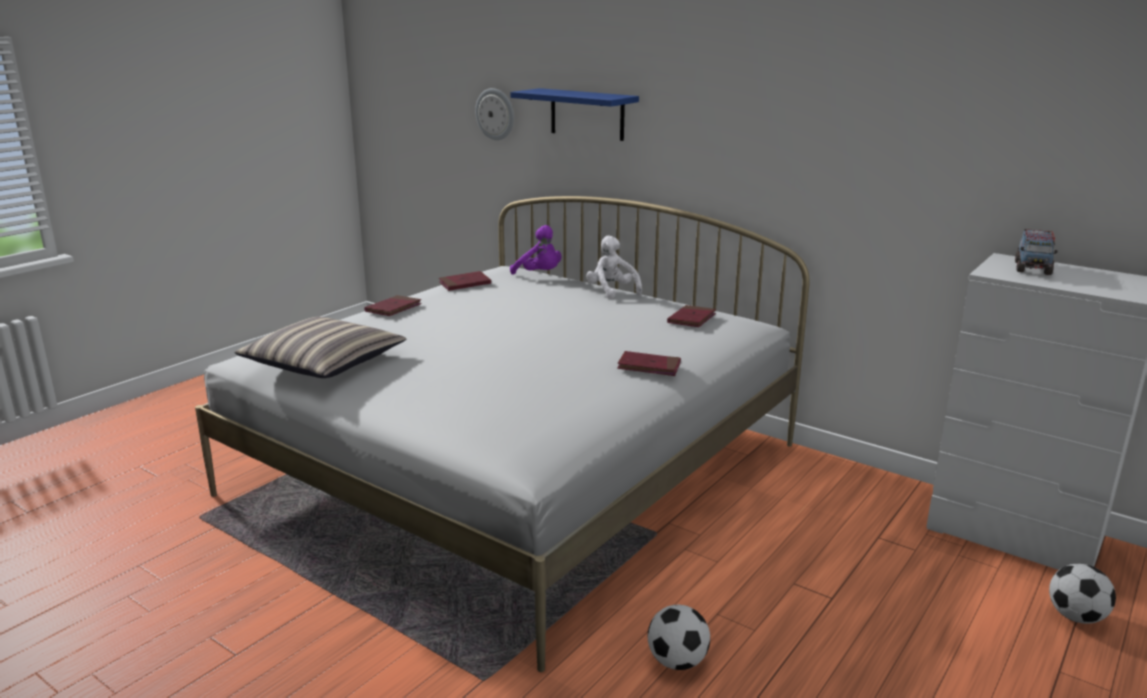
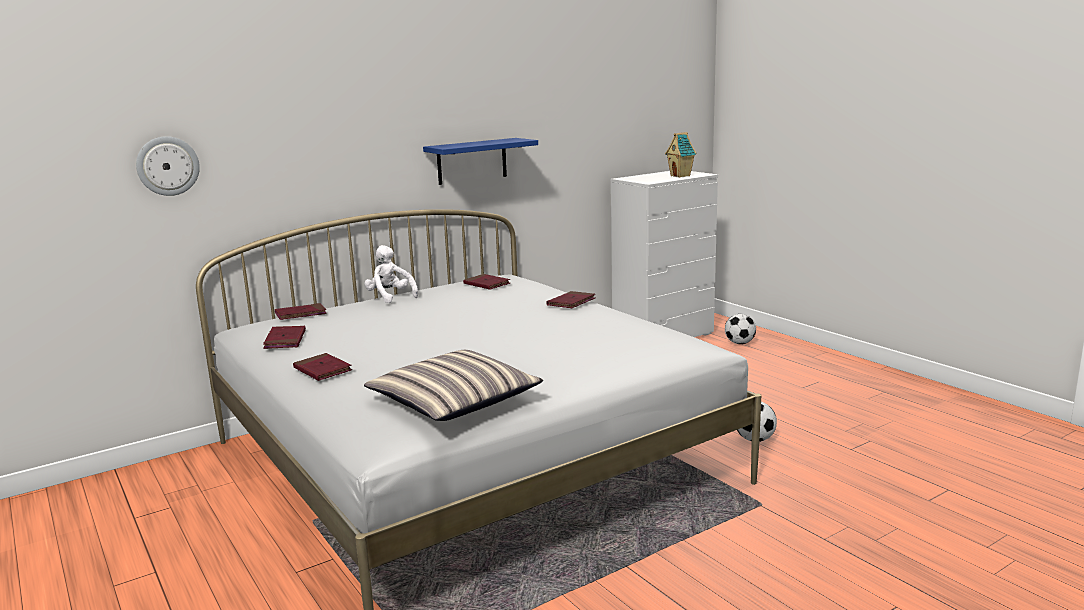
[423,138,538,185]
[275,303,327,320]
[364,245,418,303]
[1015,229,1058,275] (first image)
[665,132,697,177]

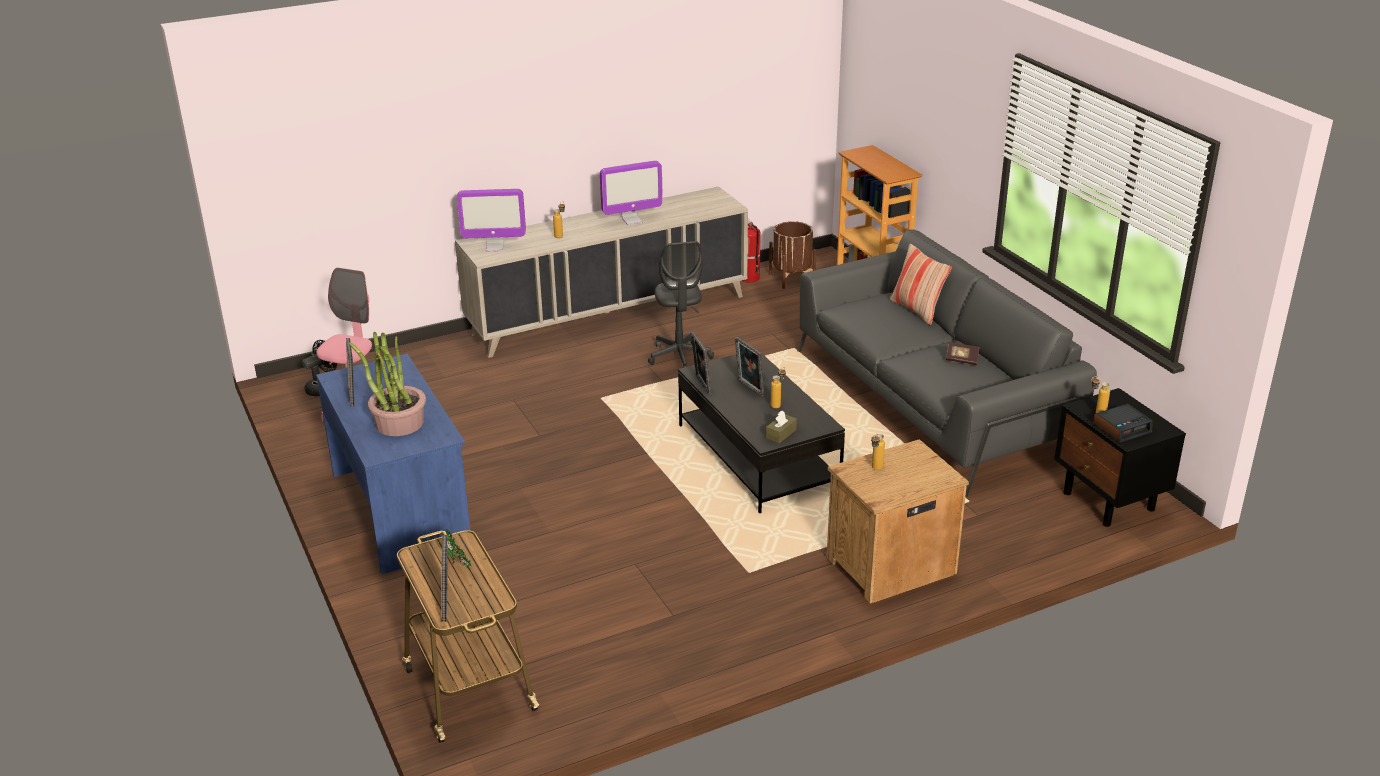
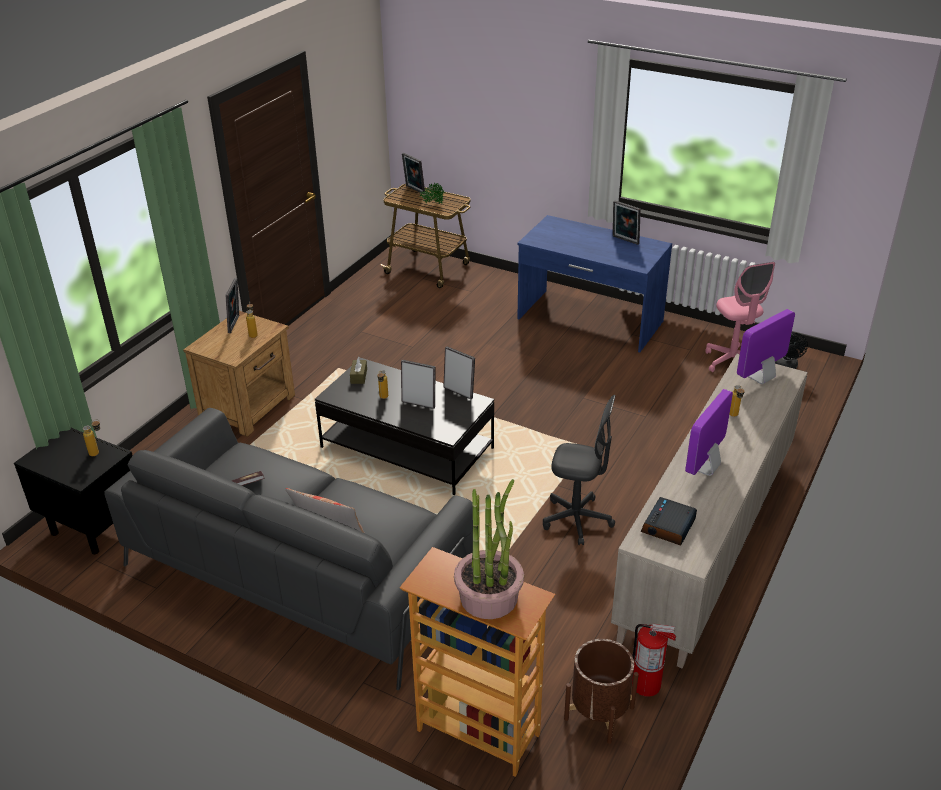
[454,479,524,619]
[543,395,616,545]
[641,497,697,546]
[226,278,239,333]

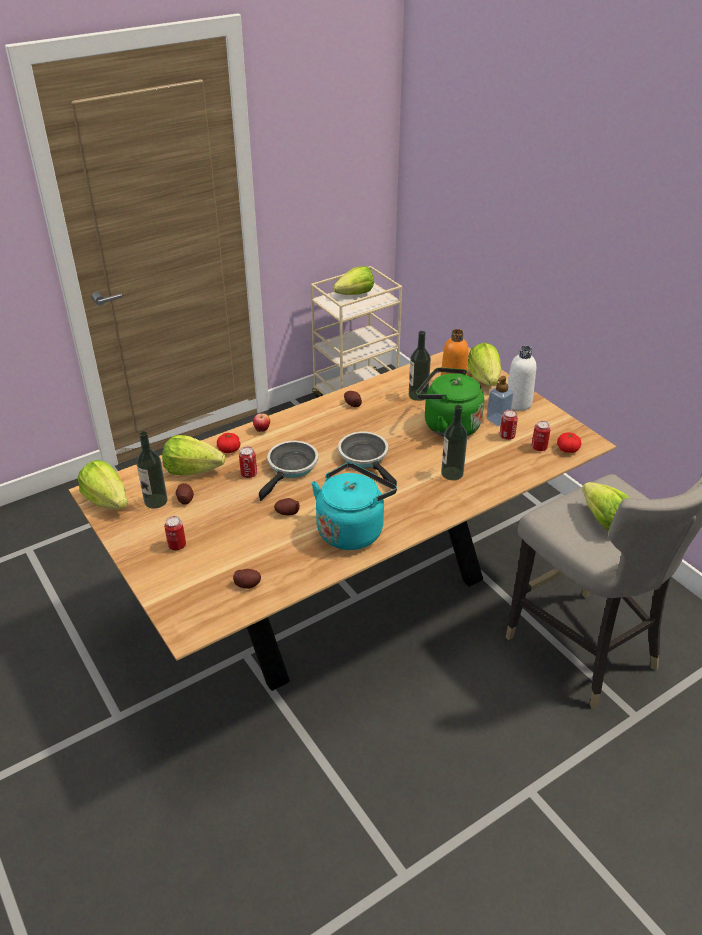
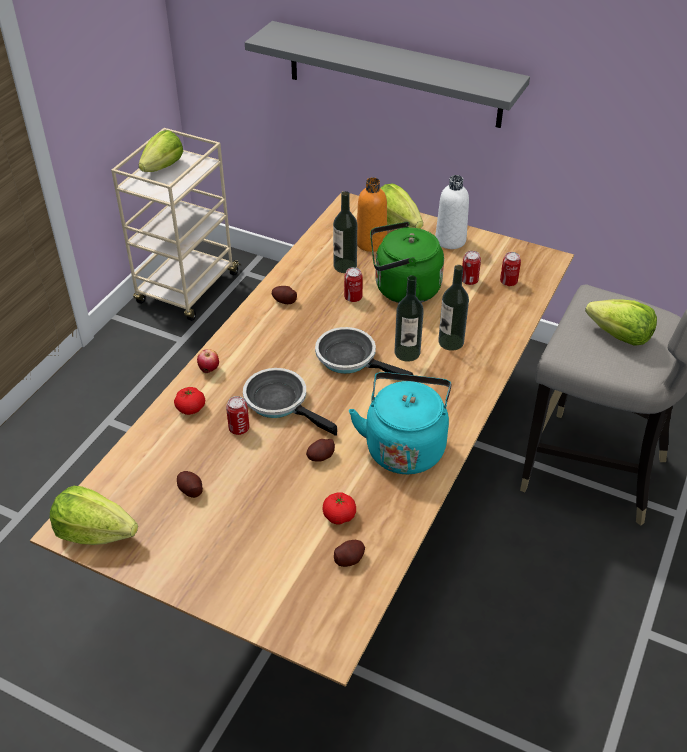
[395,275,424,362]
[162,435,225,476] (first image)
[344,267,363,302]
[243,368,337,436]
[486,376,514,426] (first image)
[323,492,356,524]
[245,21,530,128]

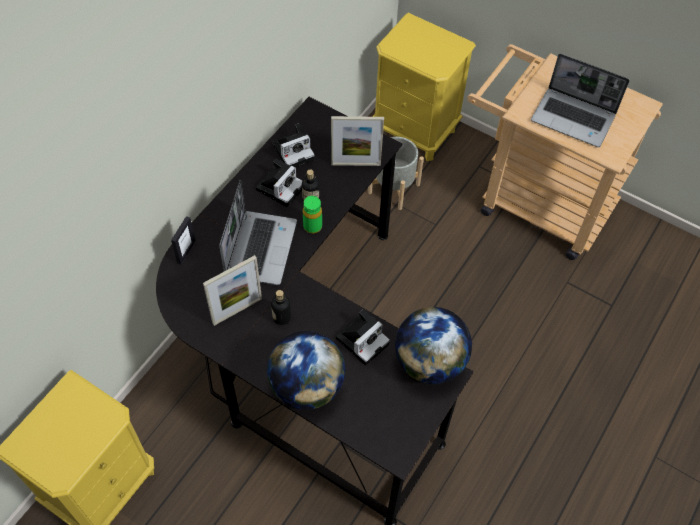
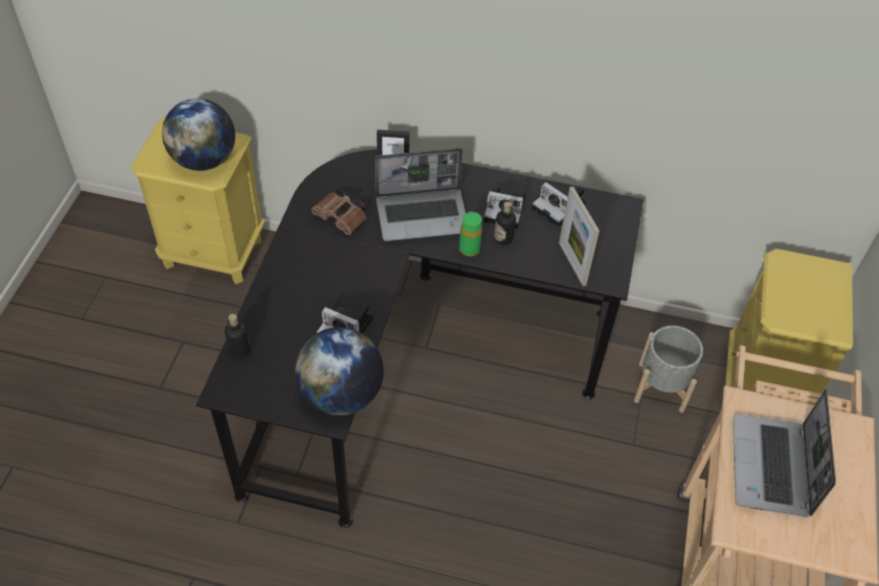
[311,191,366,235]
[162,98,235,171]
[225,314,250,358]

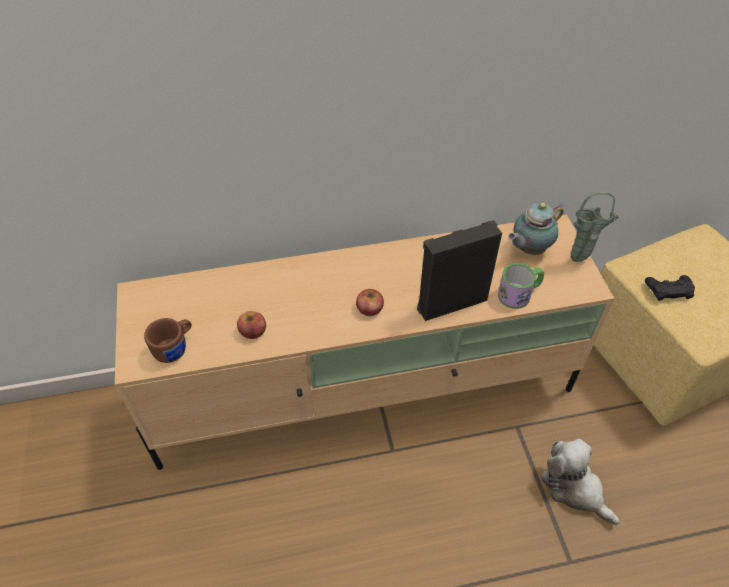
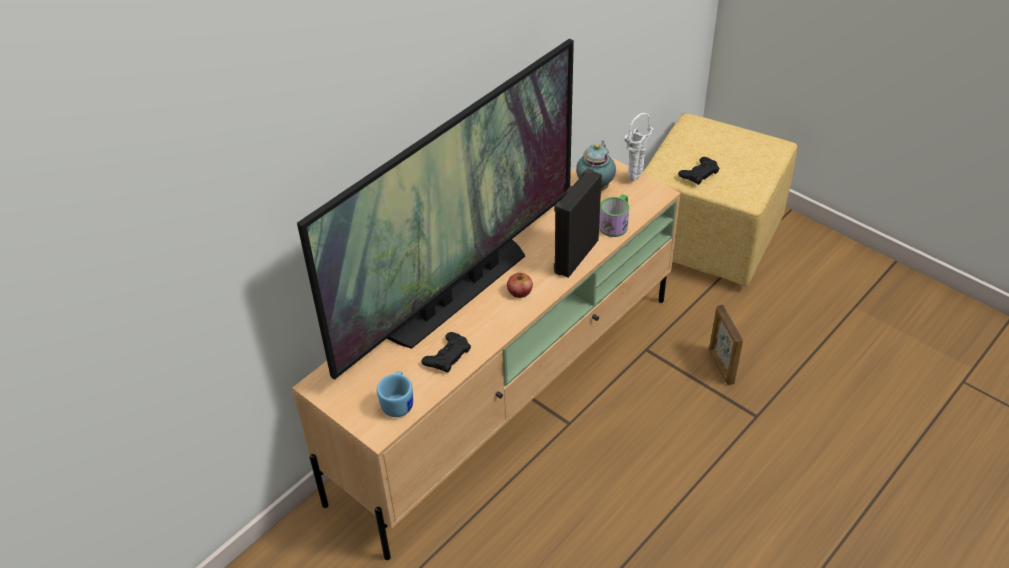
[377,371,413,417]
[421,332,471,373]
[709,305,743,385]
[624,113,654,182]
[297,39,574,380]

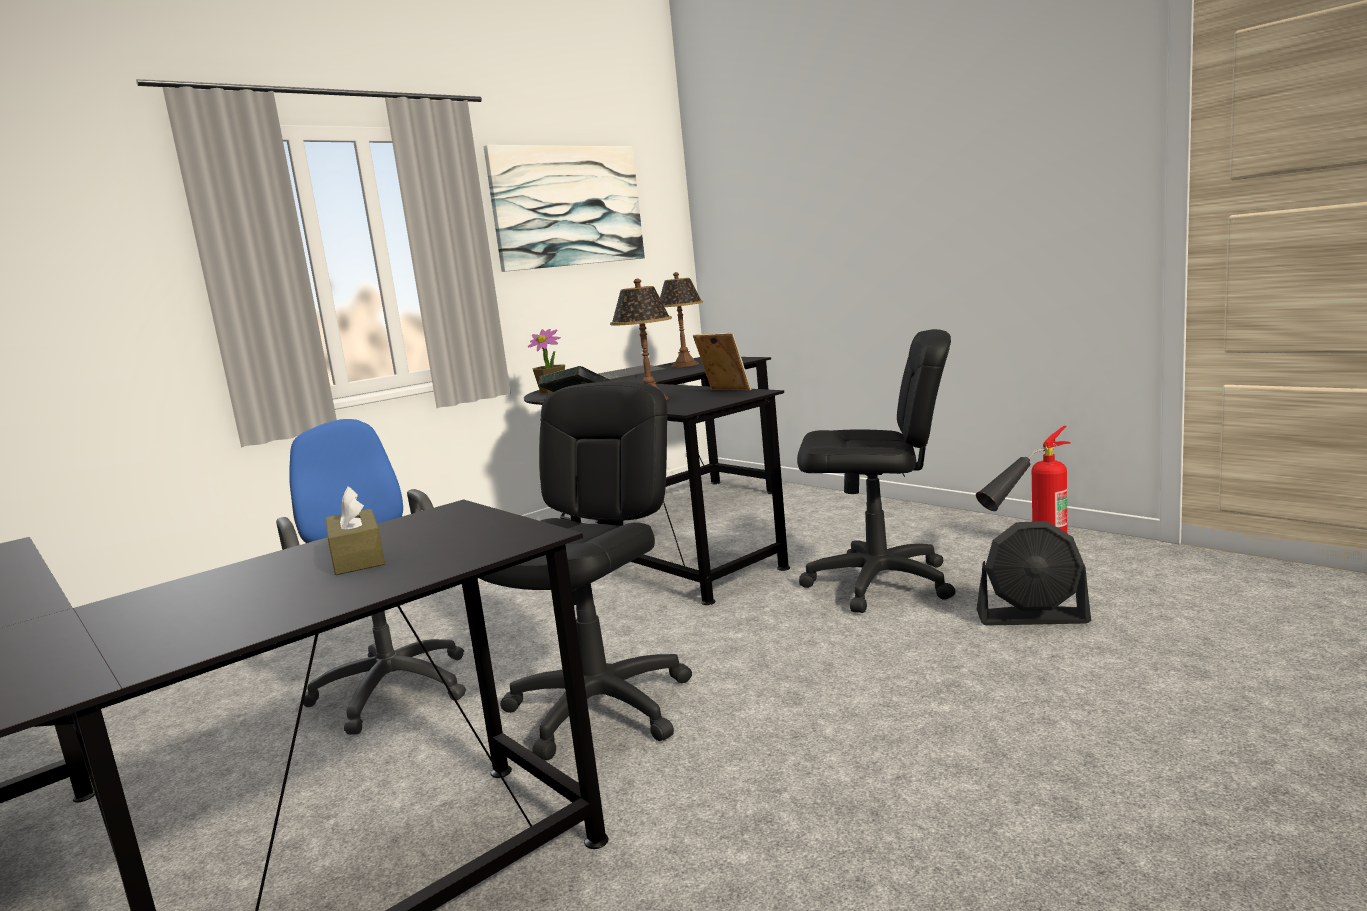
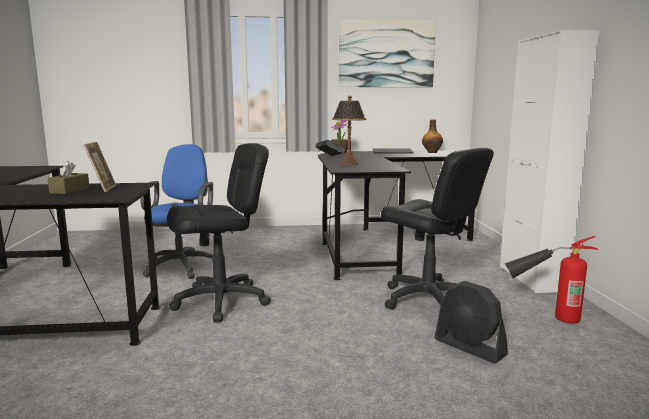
[422,119,443,153]
[83,142,116,192]
[500,30,599,293]

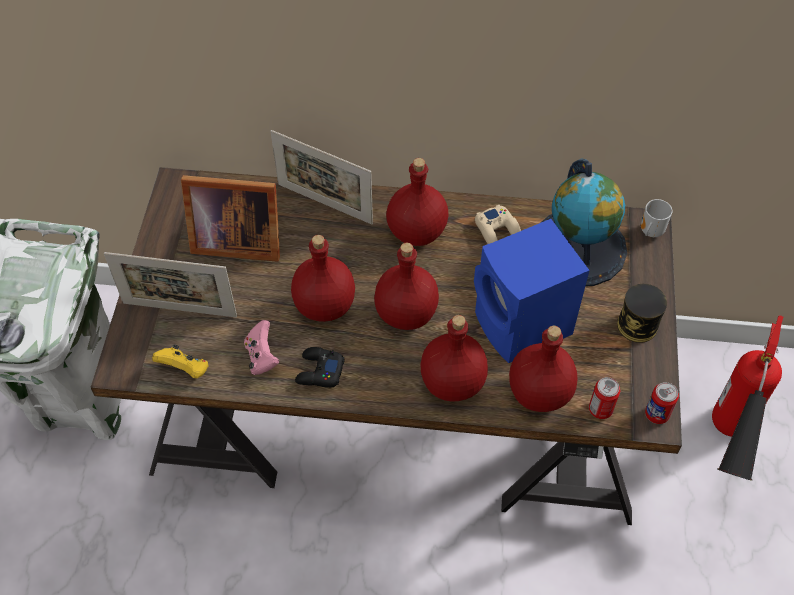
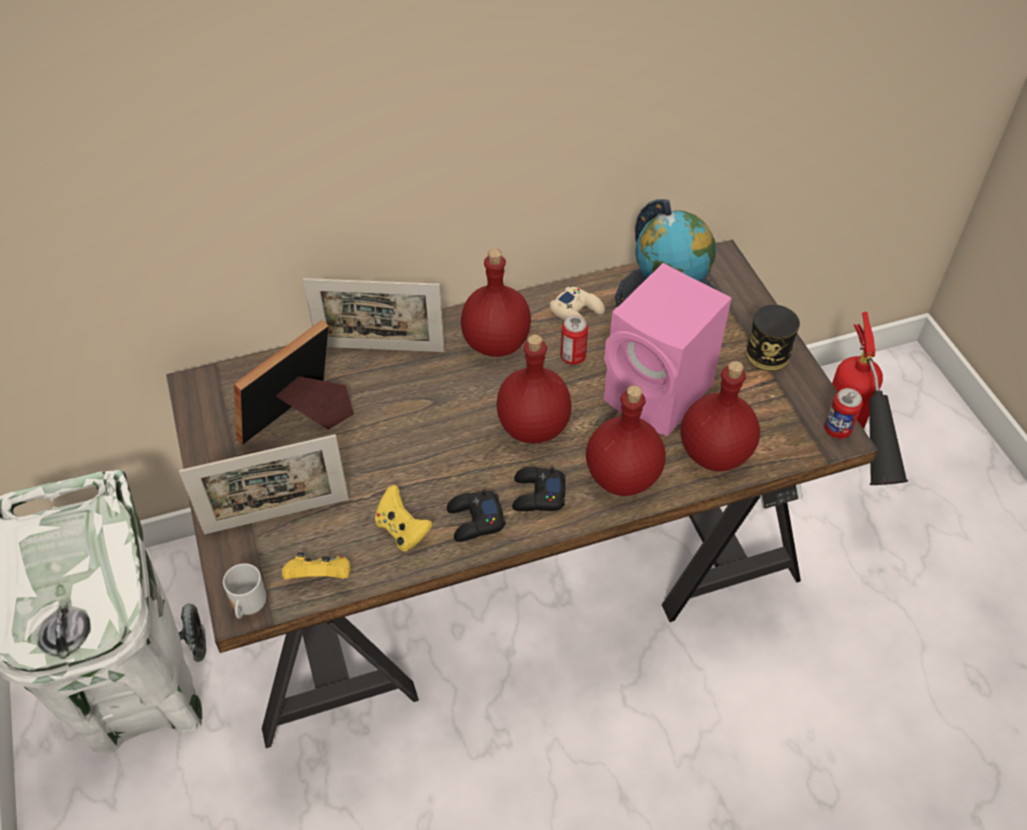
[234,320,354,445]
[375,485,433,551]
[291,235,355,322] (first image)
[604,263,732,436]
[561,315,588,365]
[223,563,267,619]
[512,467,566,511]

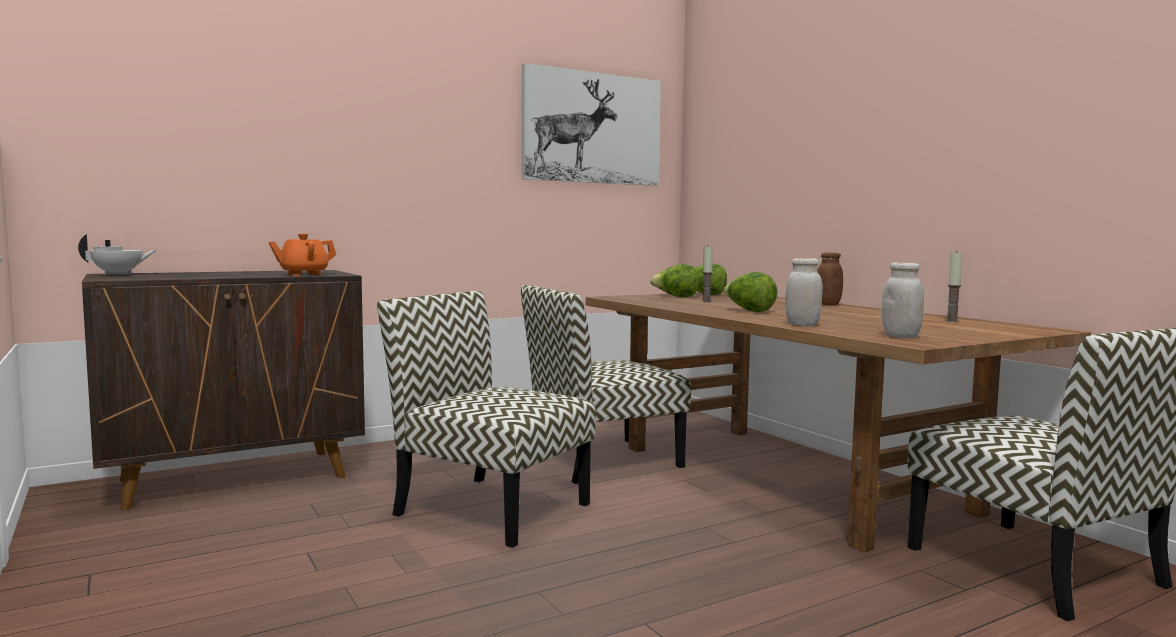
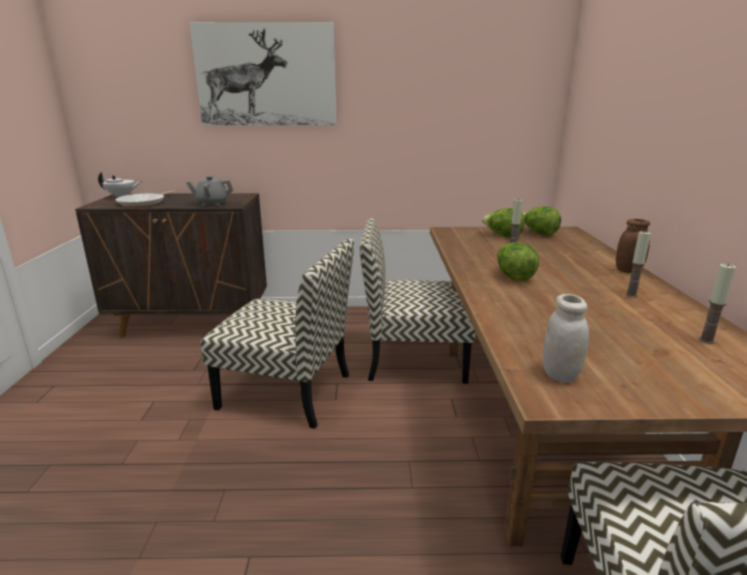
[186,176,233,206]
[201,238,354,429]
[189,22,337,126]
[785,258,823,326] (first image)
[115,190,175,207]
[625,231,651,297]

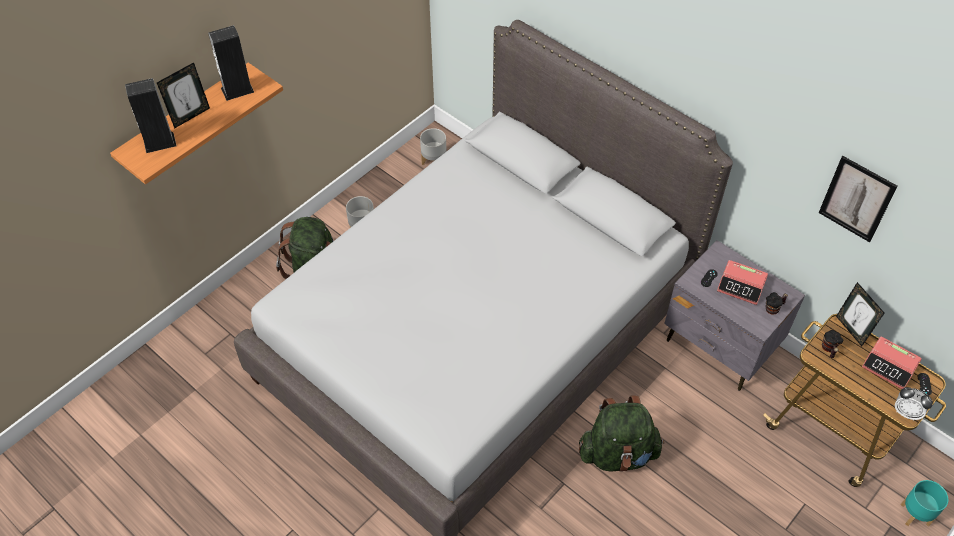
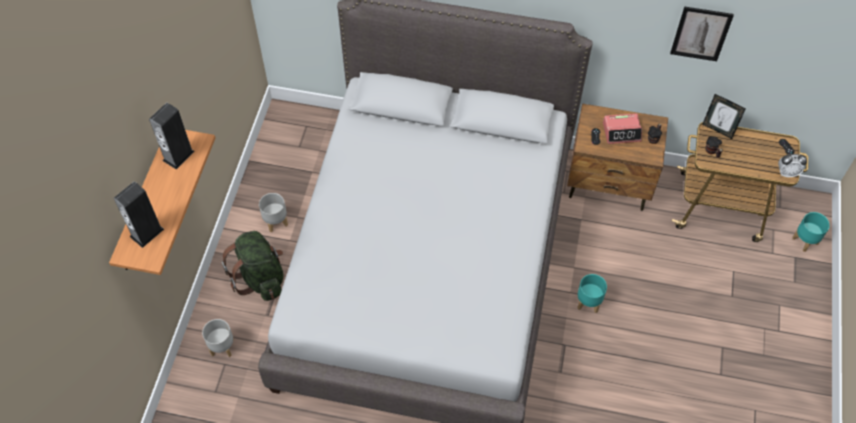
[157,62,210,128] (first image)
[202,319,234,357]
[577,274,607,313]
[567,104,668,211]
[862,336,922,389] (first image)

